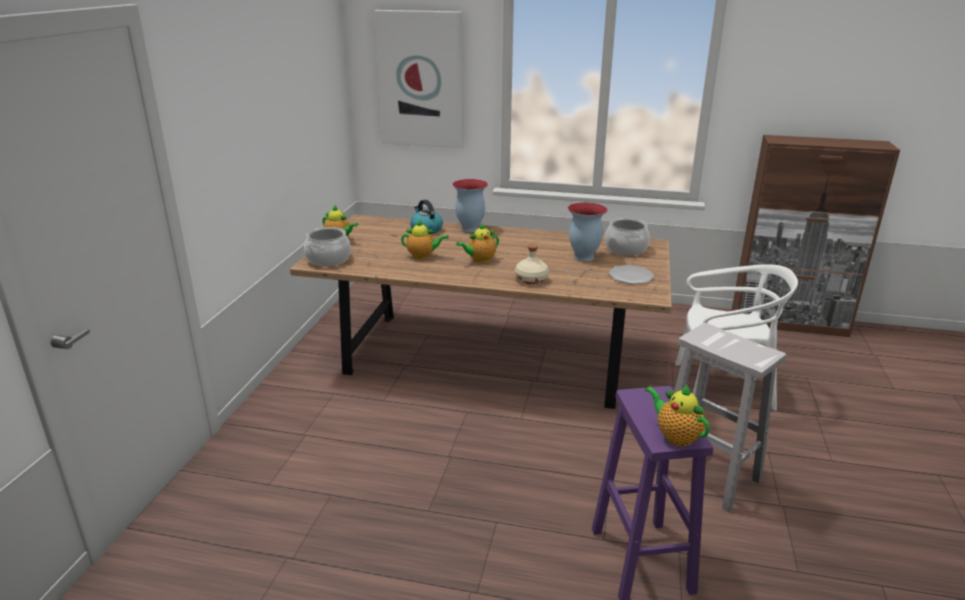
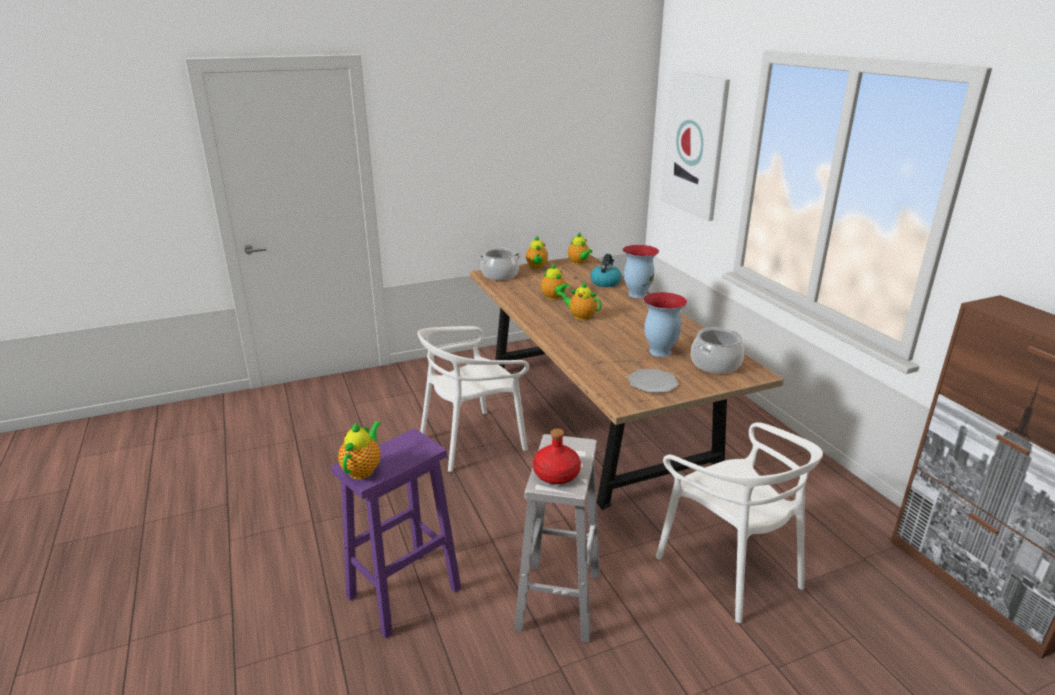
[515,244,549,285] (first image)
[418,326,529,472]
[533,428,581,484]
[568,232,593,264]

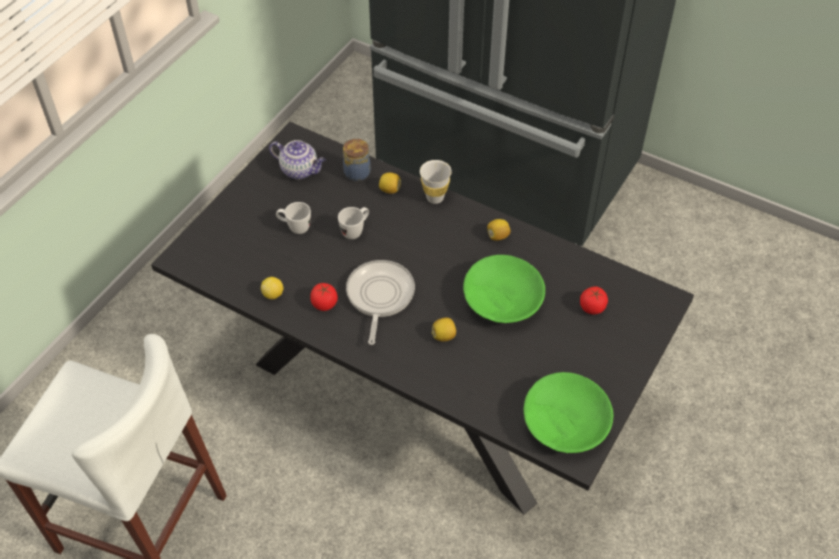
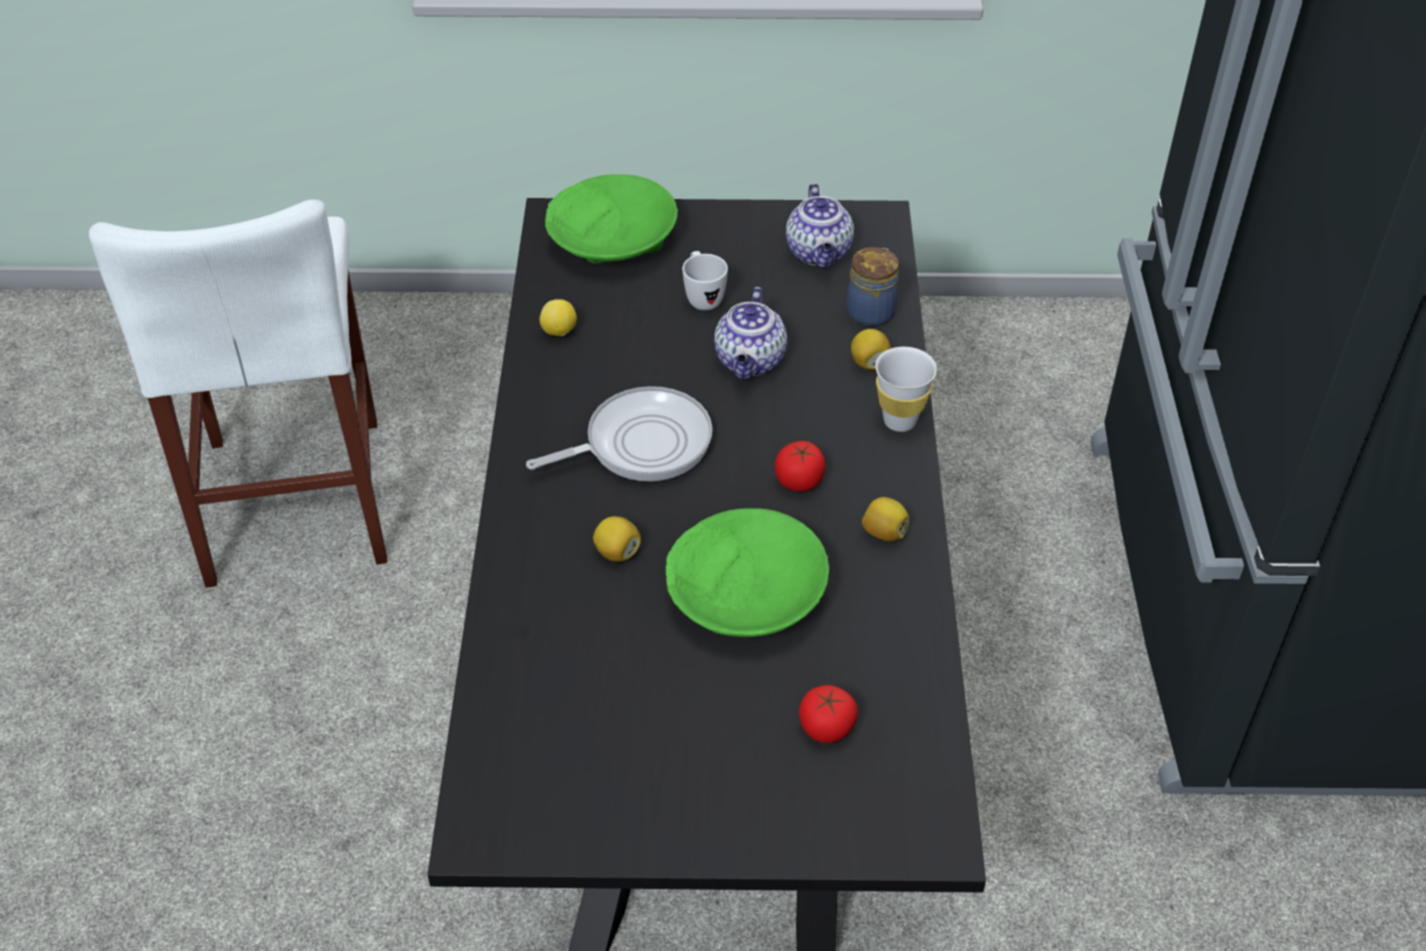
[775,441,826,492]
[714,287,787,379]
[545,174,678,264]

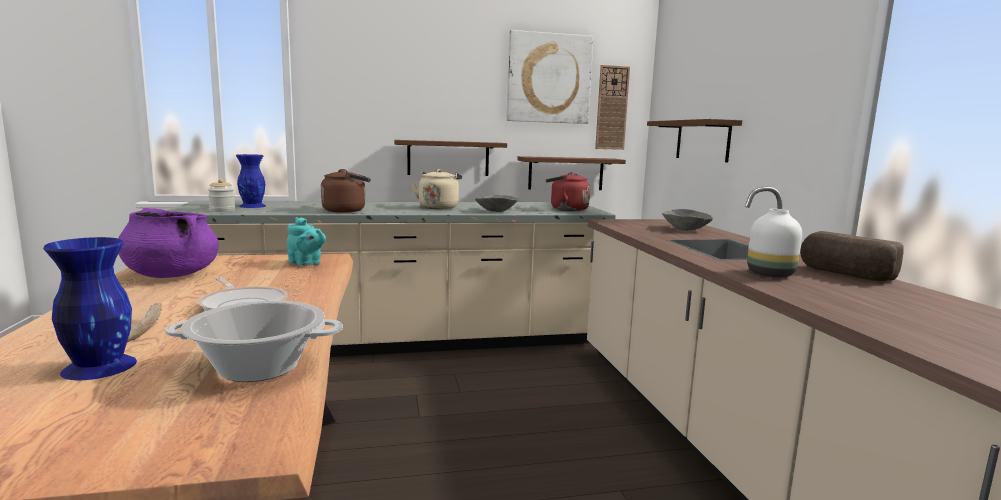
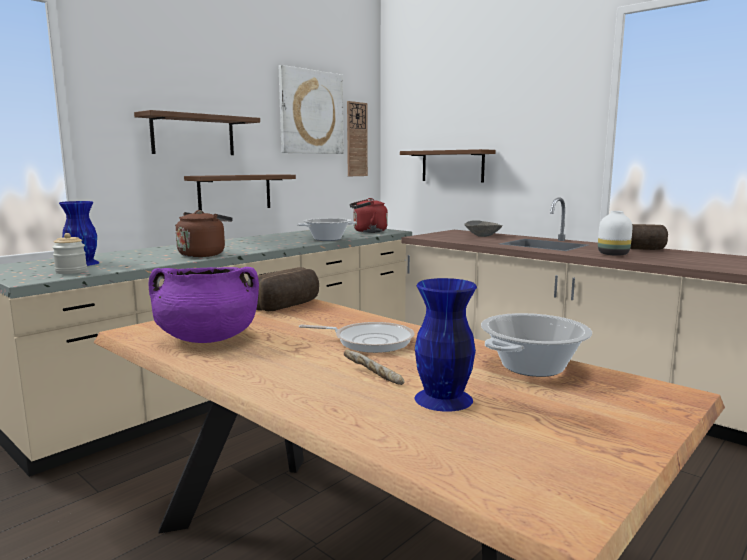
[256,267,319,311]
[411,169,462,209] (first image)
[297,218,357,241]
[134,110,260,155]

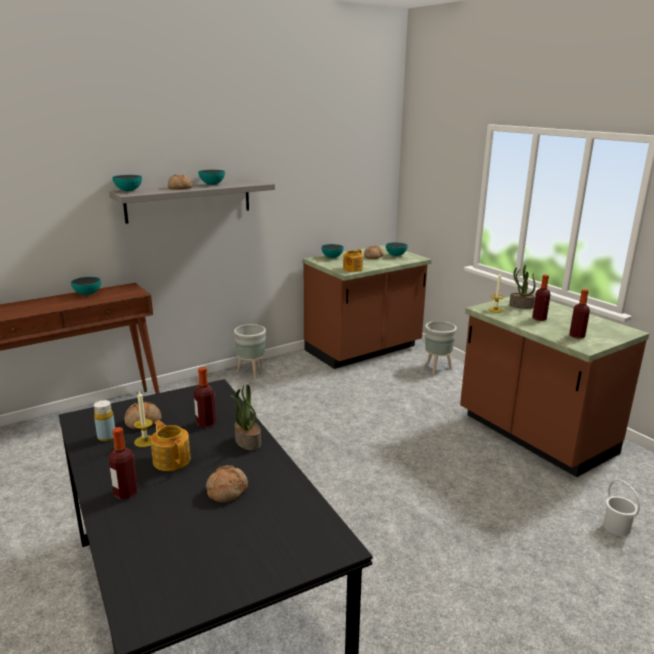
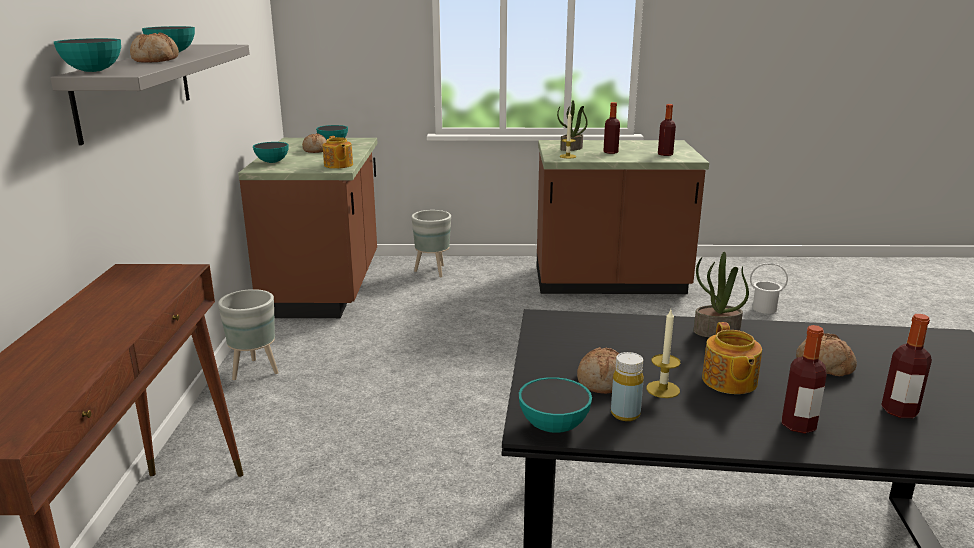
[519,377,592,433]
[702,322,762,394]
[881,314,932,418]

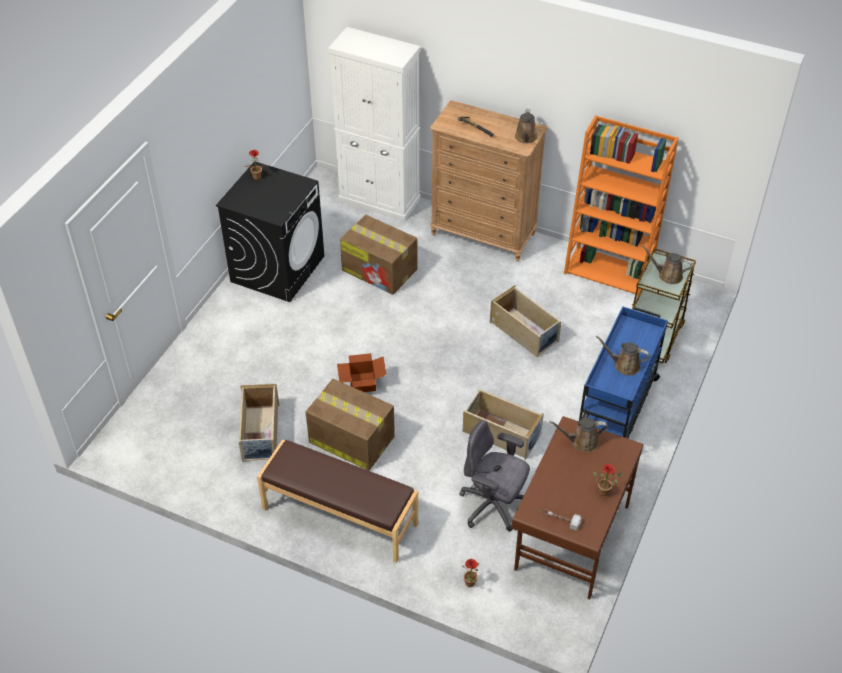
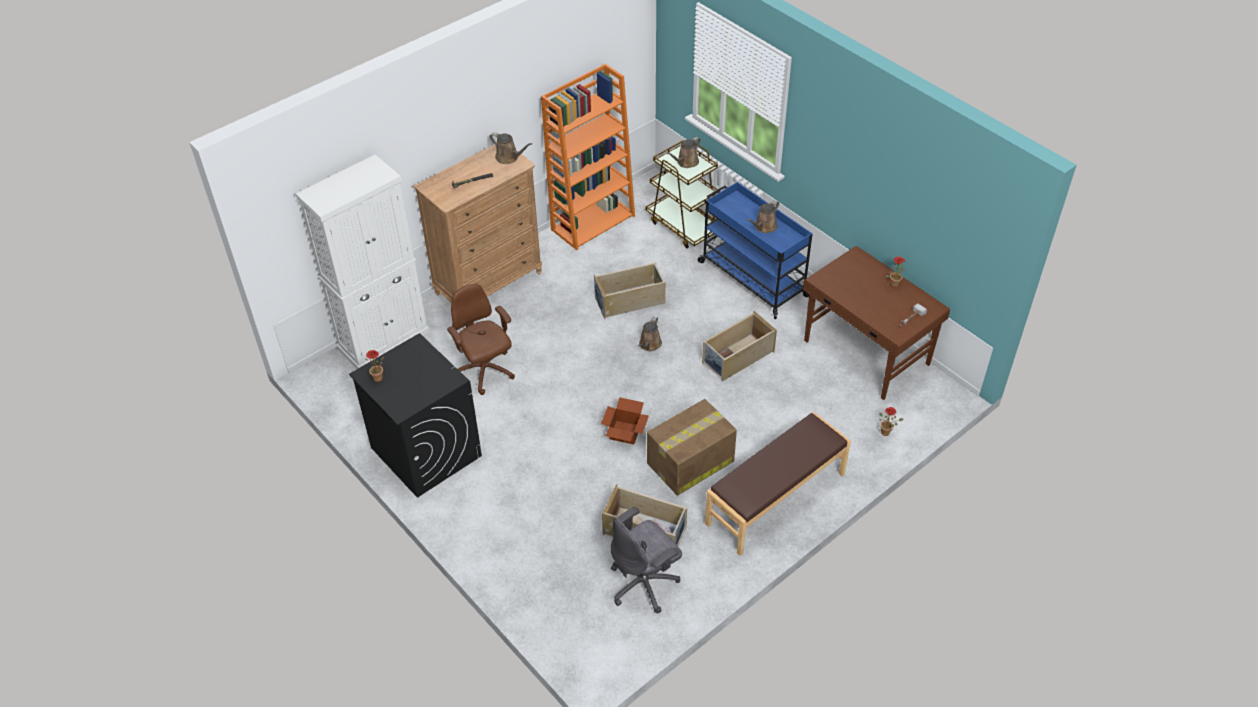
[447,284,515,395]
[611,507,682,613]
[638,317,662,351]

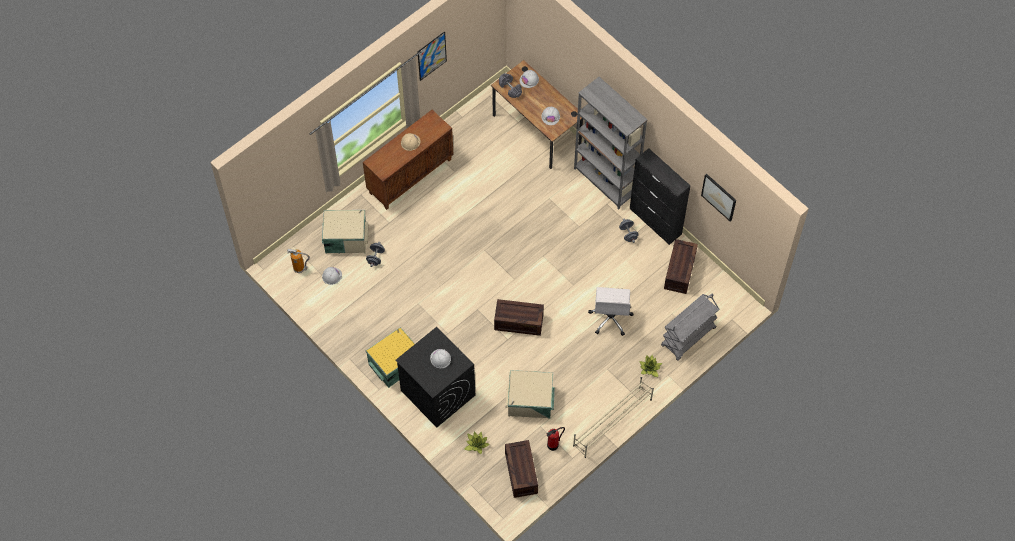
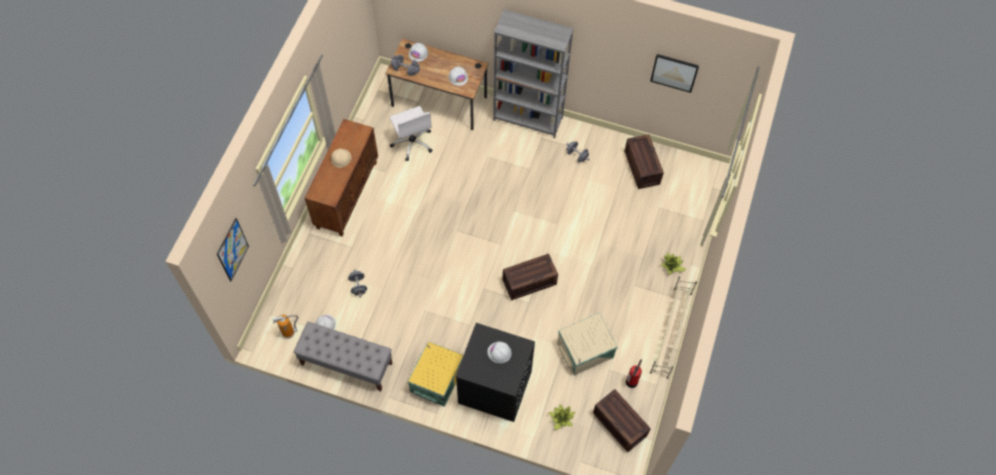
[322,210,369,254] (first image)
[217,218,249,281]
[389,106,433,161]
[630,148,690,245] (first image)
[661,293,719,361] (first image)
[293,322,393,392]

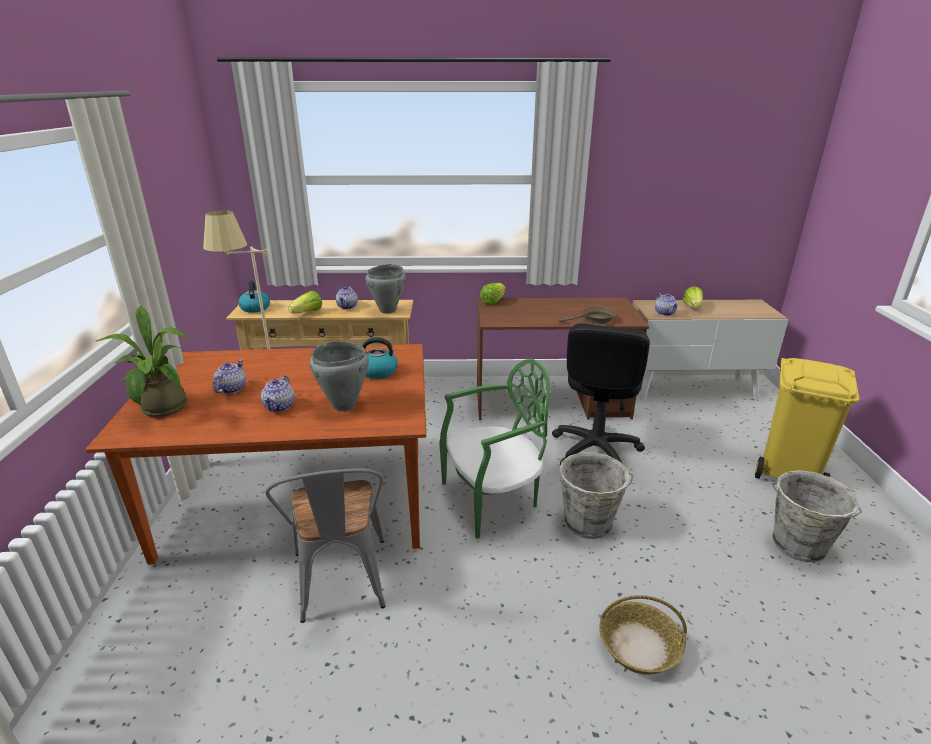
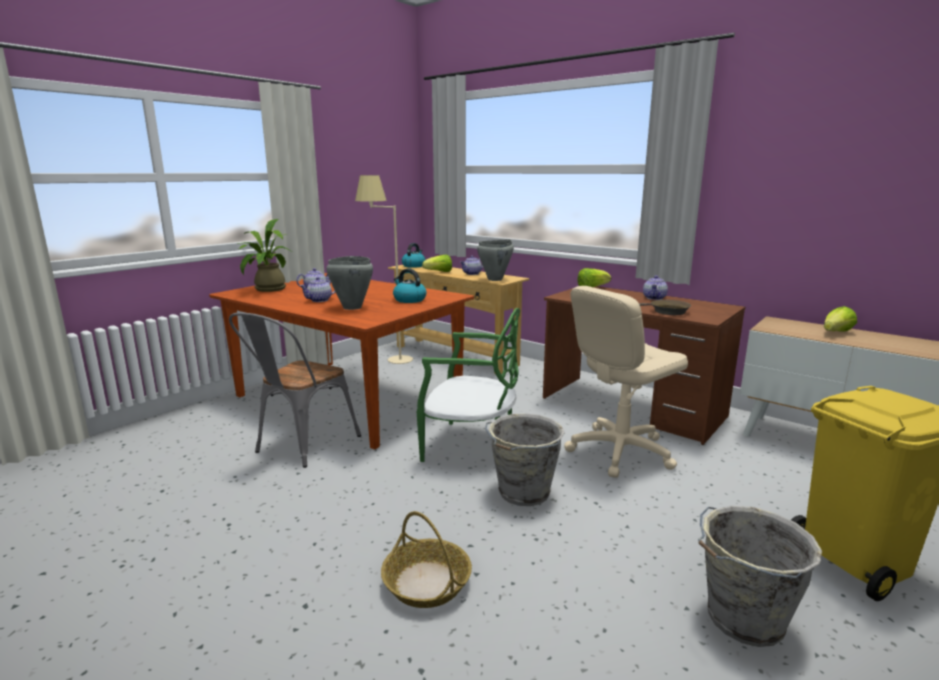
[564,286,688,478]
[643,275,668,300]

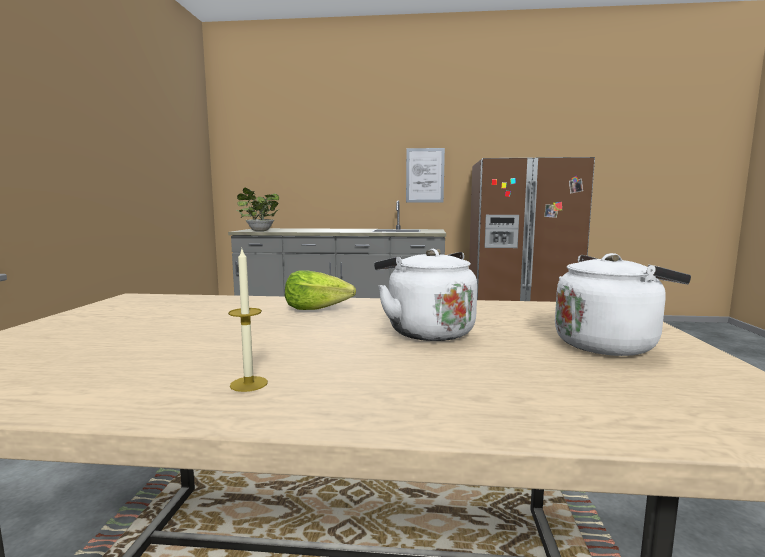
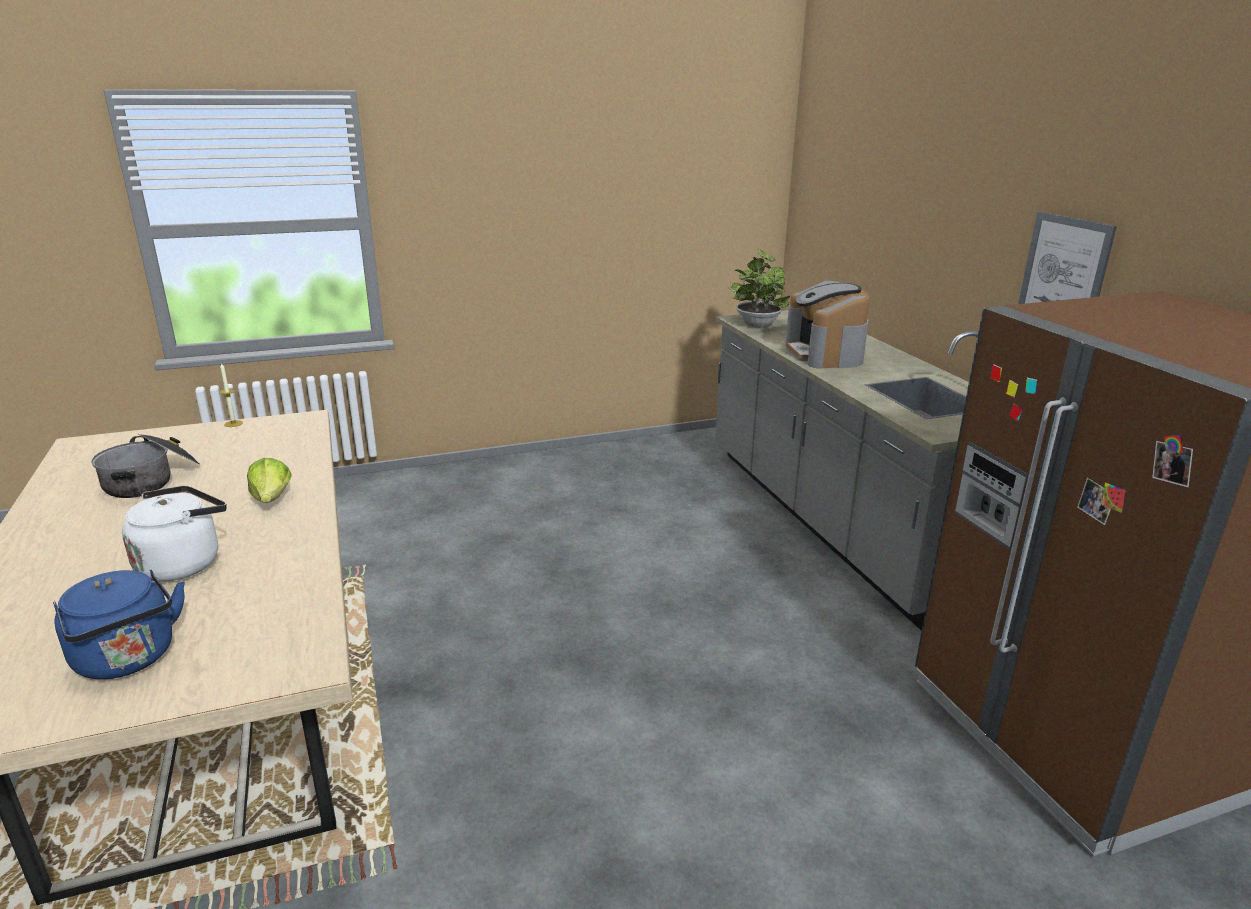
[219,363,243,427]
[53,569,185,679]
[91,434,200,498]
[785,281,870,369]

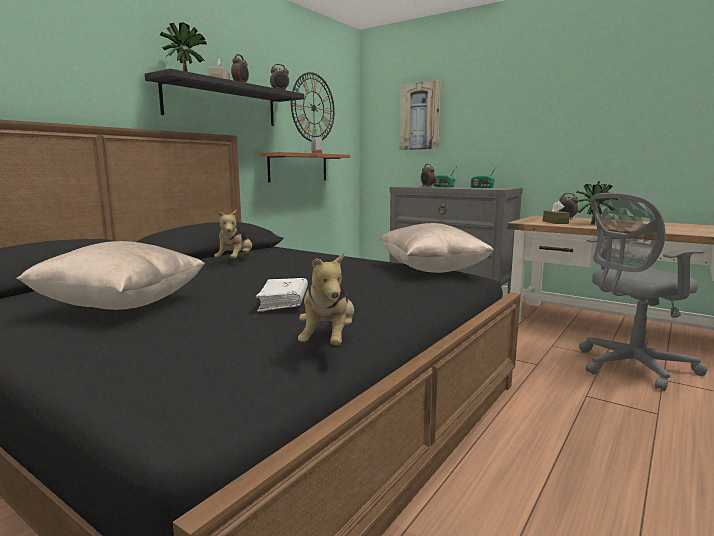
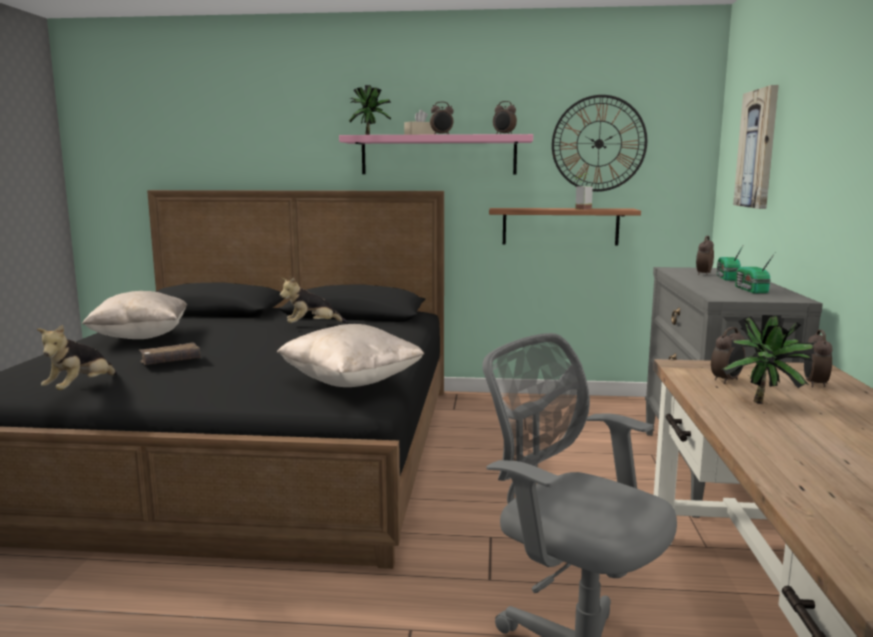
[339,134,533,174]
[139,342,201,365]
[37,325,117,390]
[711,327,745,384]

